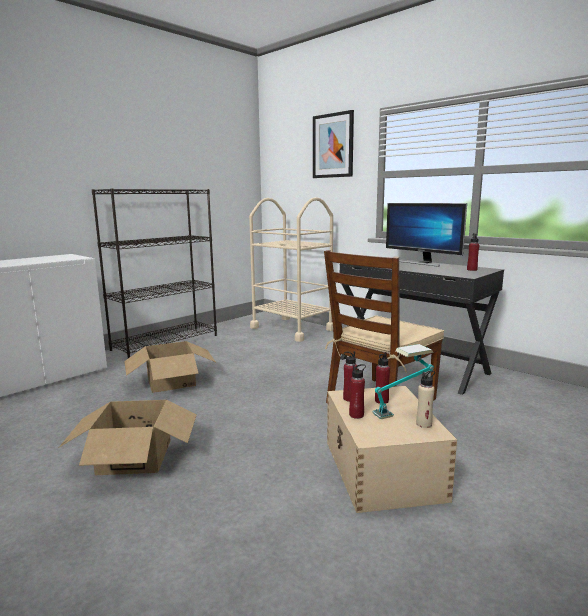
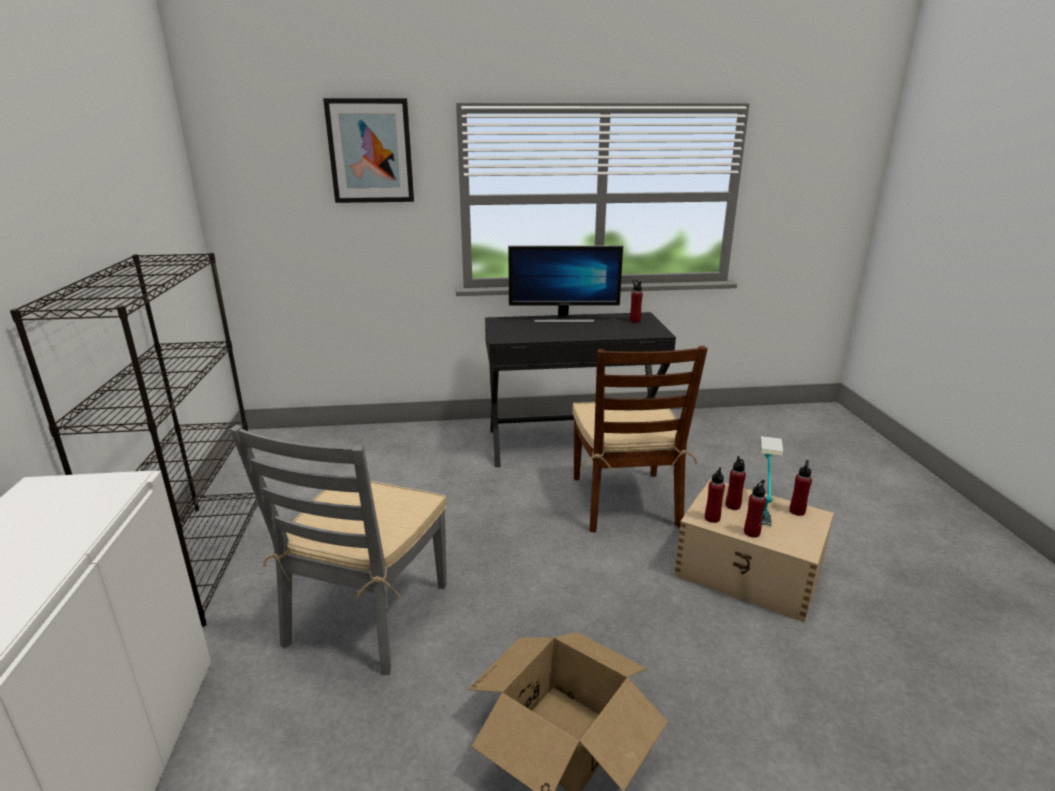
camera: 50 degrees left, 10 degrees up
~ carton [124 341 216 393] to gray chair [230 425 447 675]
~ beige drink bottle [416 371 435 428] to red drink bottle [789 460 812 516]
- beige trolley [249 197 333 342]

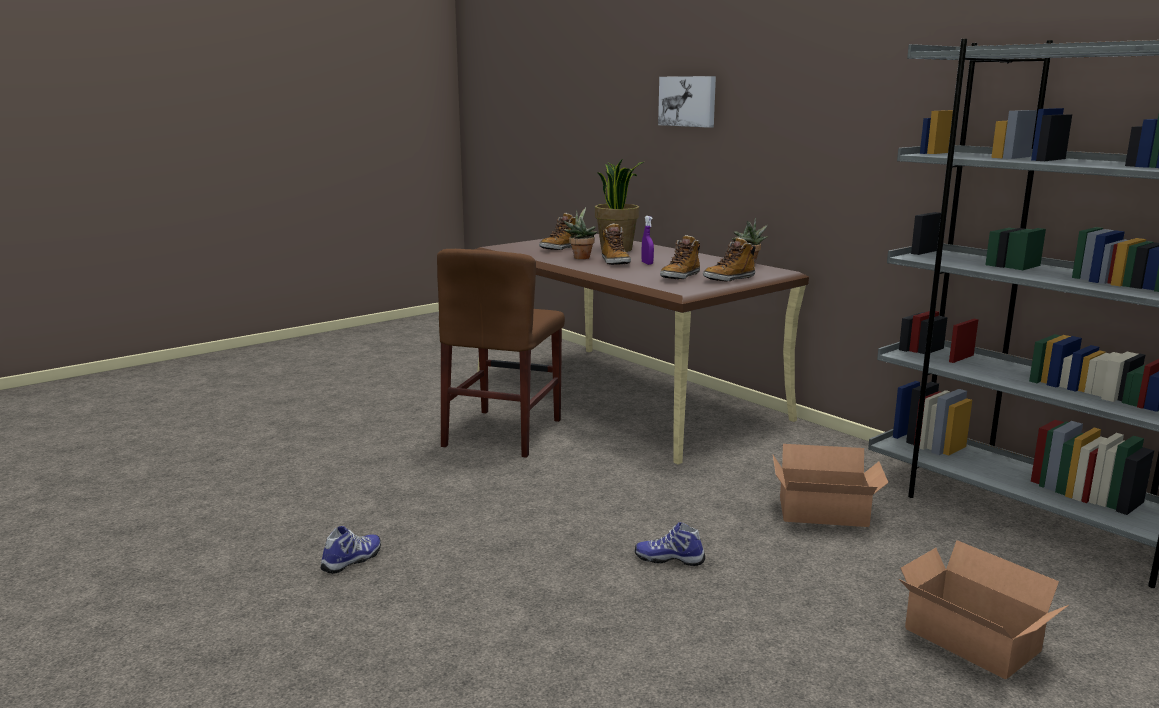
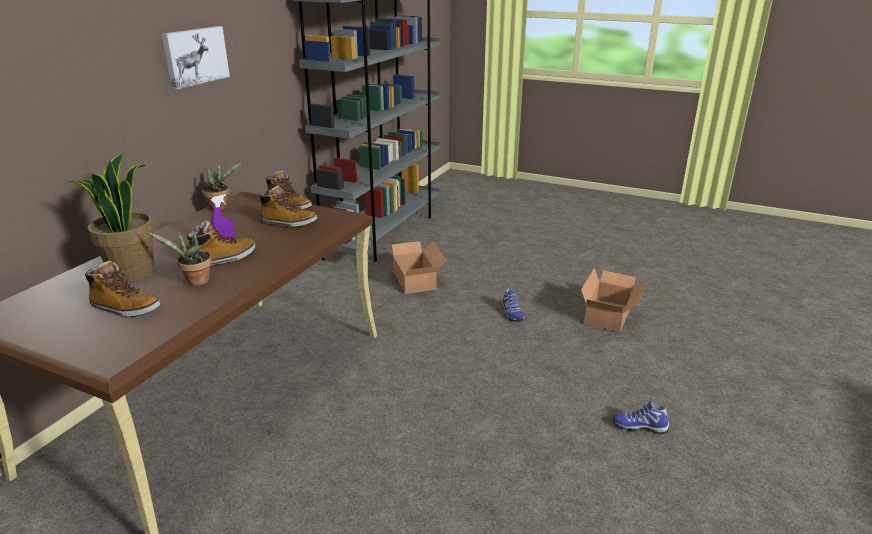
camera: 115 degrees left, 10 degrees up
~ wall art [658 76 716 128] to [161 26 230 89]
~ carton [899 540 1069 680] to [581 268 648 332]
- brown chair [437 249 565 458]

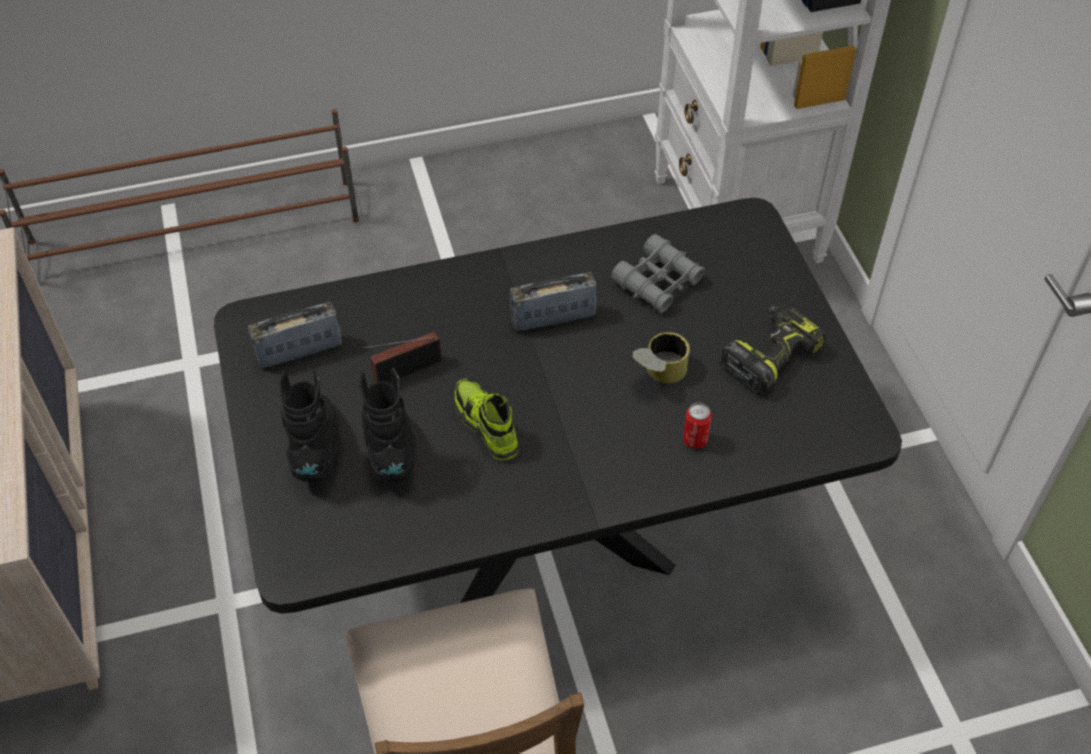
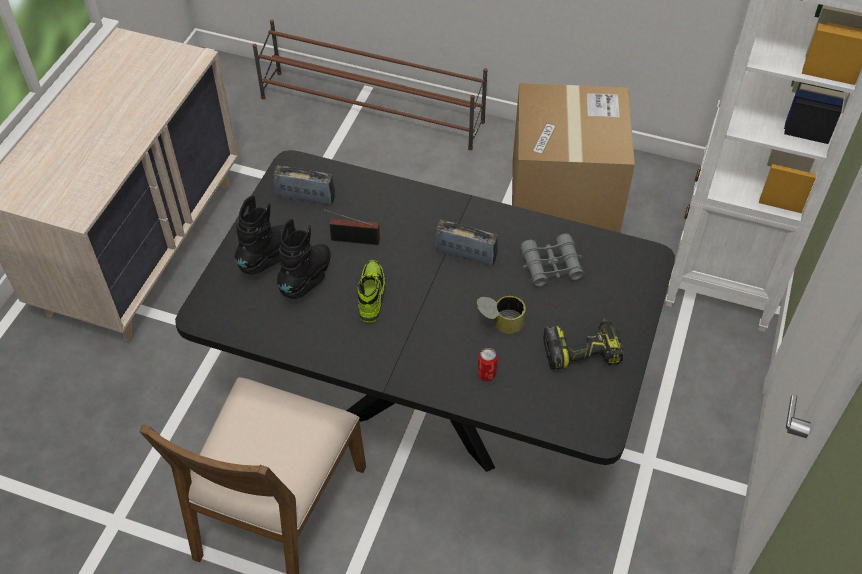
camera: 35 degrees right, 0 degrees up
+ carton [512 83 635 233]

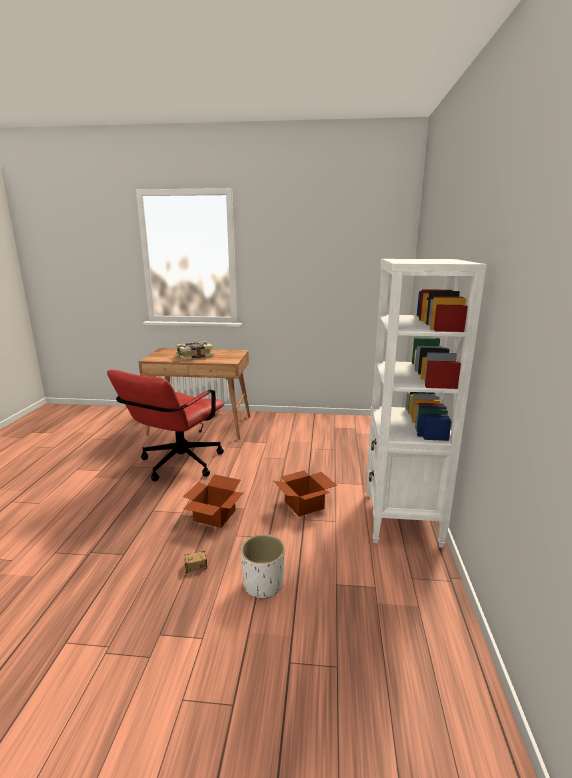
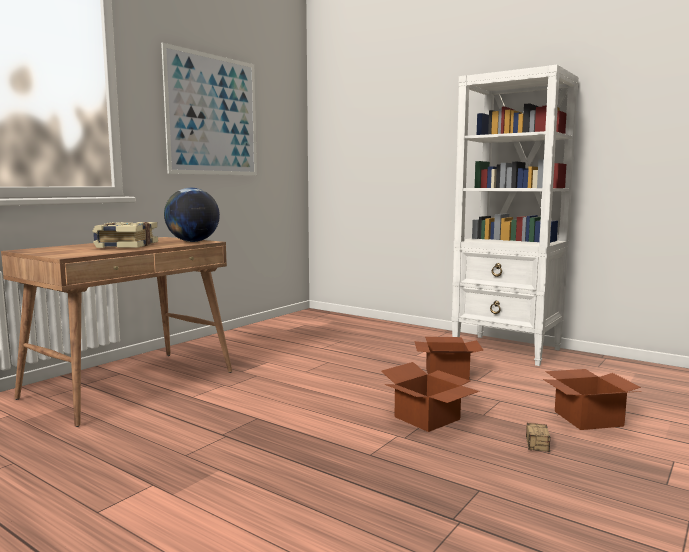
camera: 60 degrees left, 10 degrees down
+ wall art [161 43 257 175]
+ globe [164 188 220 242]
~ whitish flower pot [240 534 285 600] to carton [543 369 643 430]
- red desk chair [107 370 224 481]

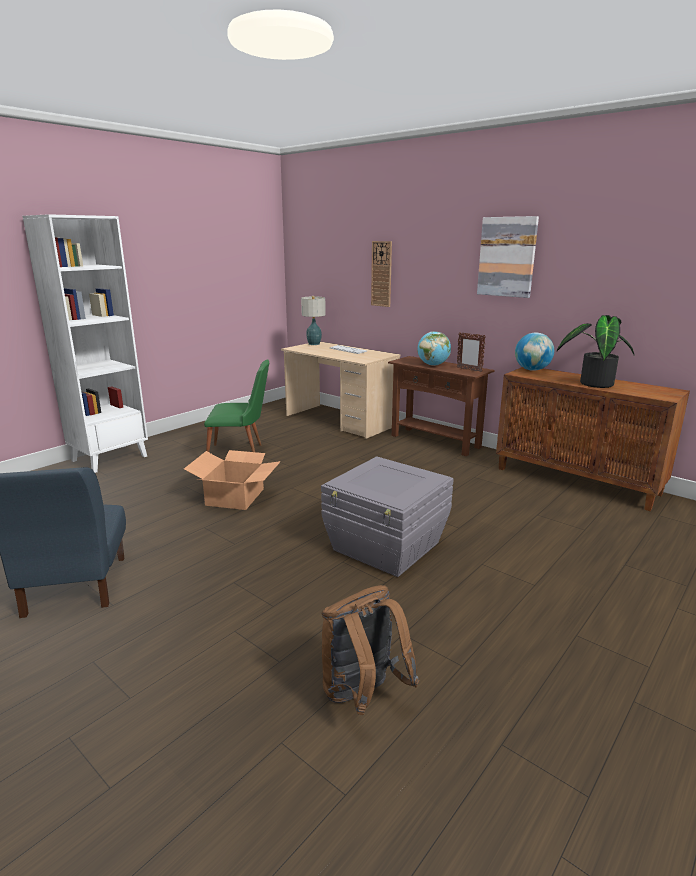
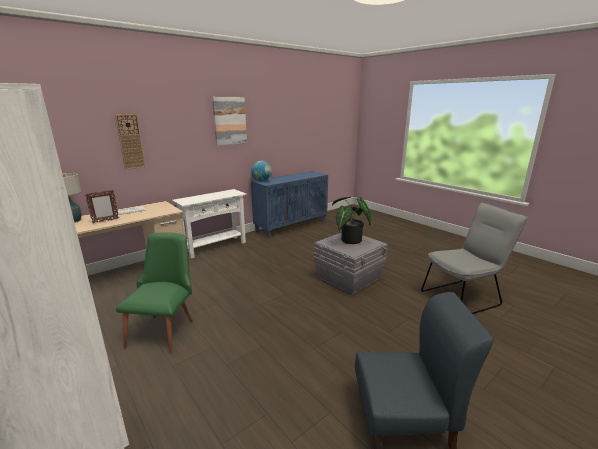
camera: 80 degrees left, 0 degrees up
~ standing frame [457 333 486 372] to [85 190 119 223]
~ brown hall table [388 356 495 456] to whitish hall table [172 189 247 259]
~ brown cupboard [496 367 690 511] to bluish cupboard [251 171 328 238]
~ potted plant [557 315 634 388] to [332 197 371 244]
~ brown backpack [322 585 419 715] to gray chair [421 202 528 314]
- carton [184 450 281 510]
- globe [417 332 451 366]

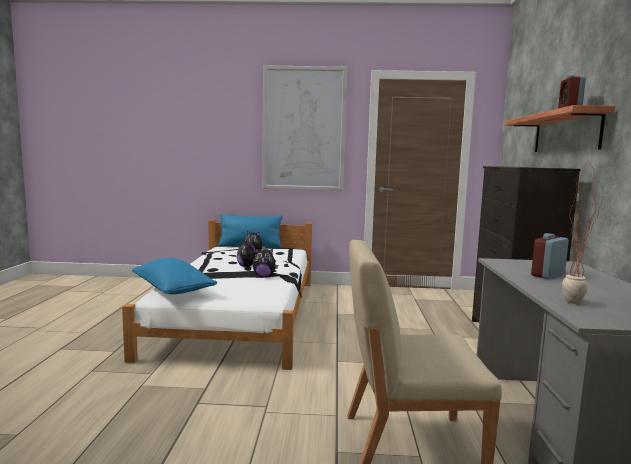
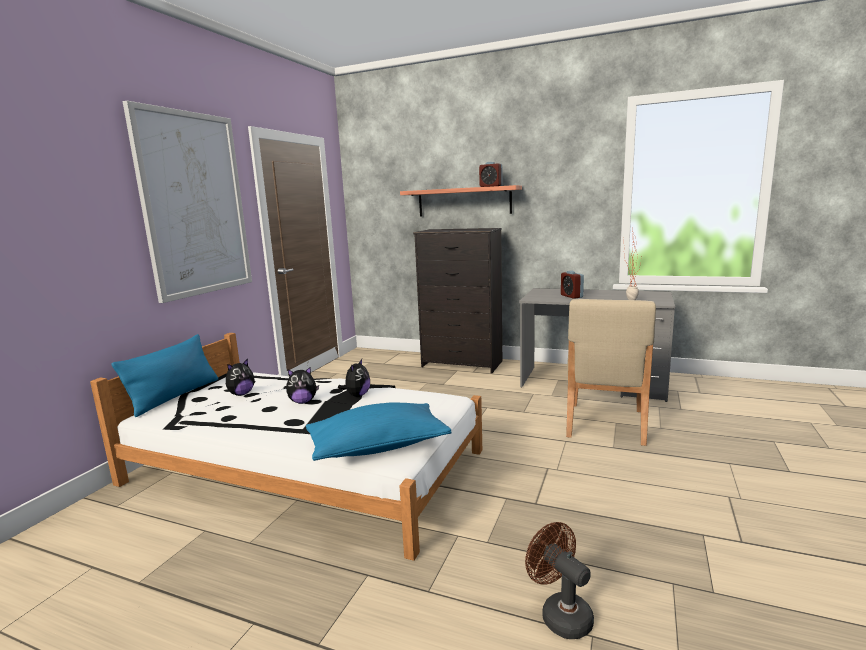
camera: 70 degrees left, 5 degrees up
+ brown fan [525 522 594 639]

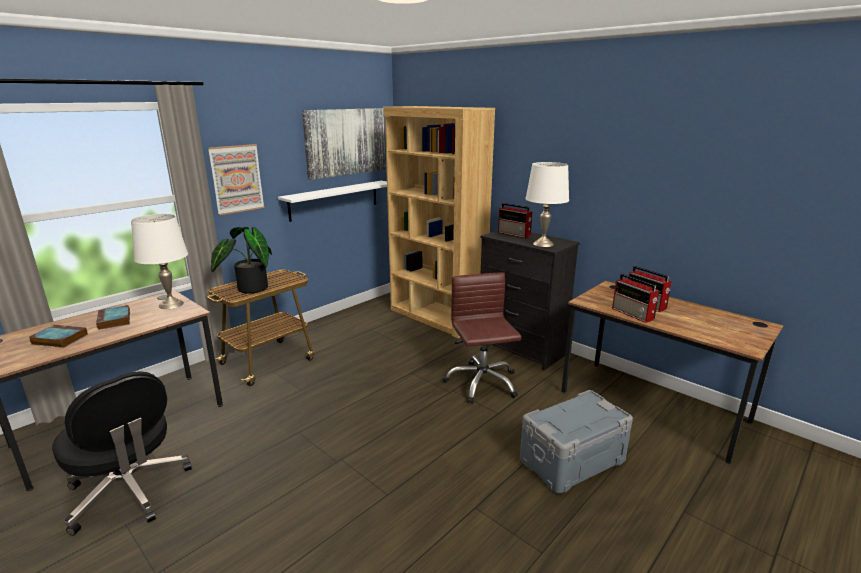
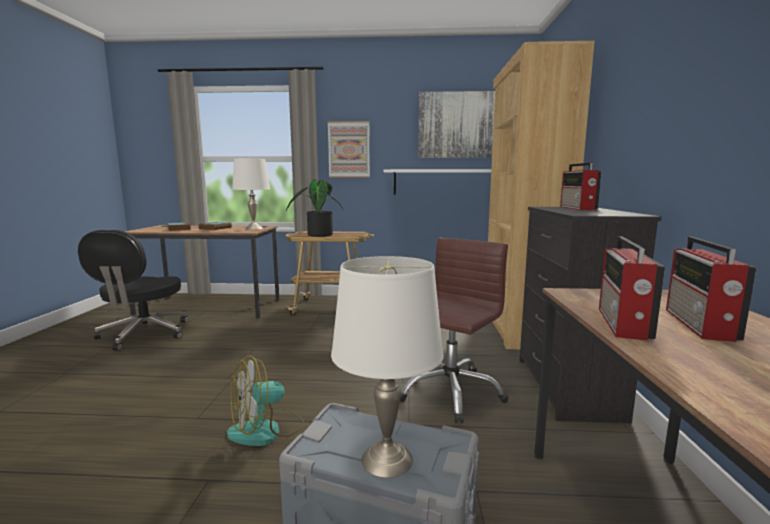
camera: 50 degrees right, 10 degrees down
+ fan [227 355 304 446]
~ whitish lamp for a table [525 162 569 247] to [331 256 444 478]

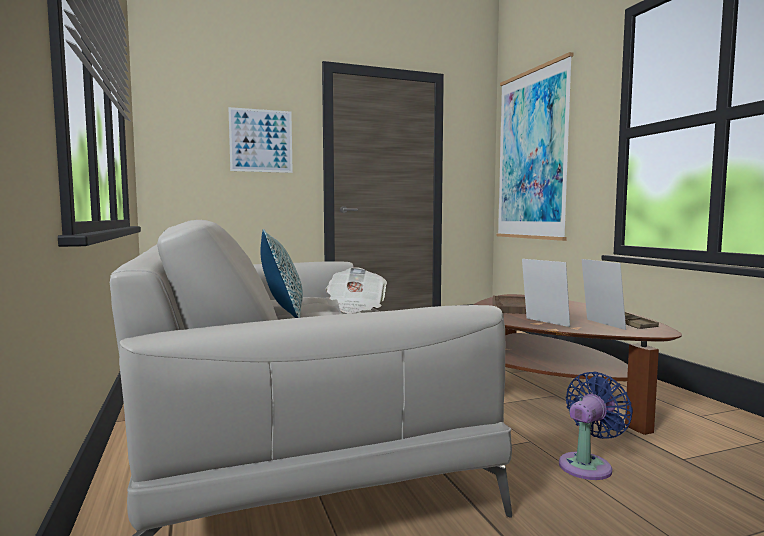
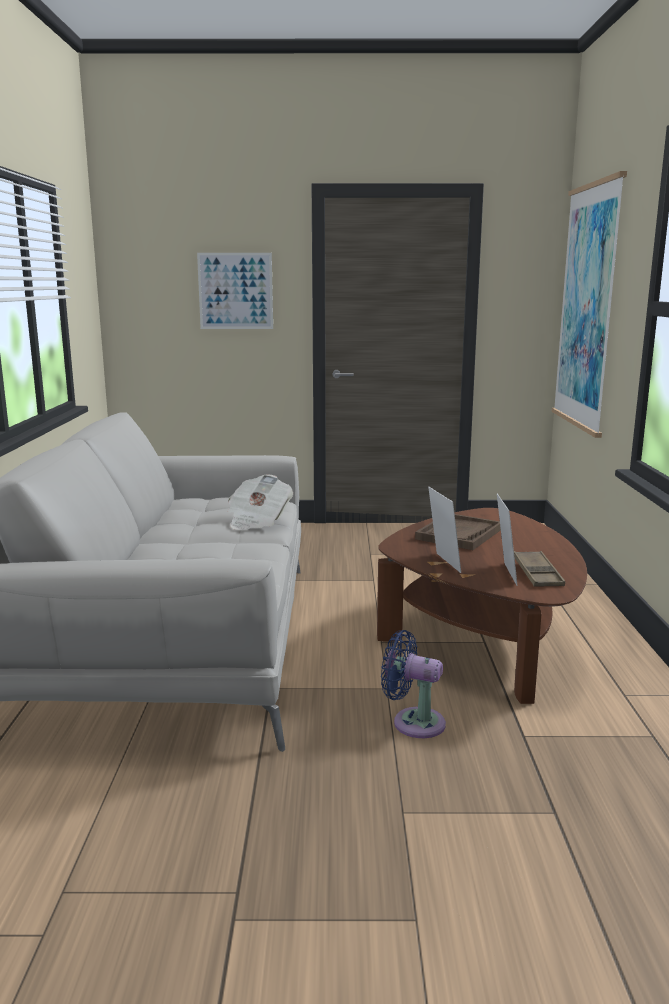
camera: 20 degrees right, 10 degrees up
~ bluish fan [559 371 633 480] = [381 630 446 738] 135 degrees counterclockwise
- throw pillow [260 229 303 318]

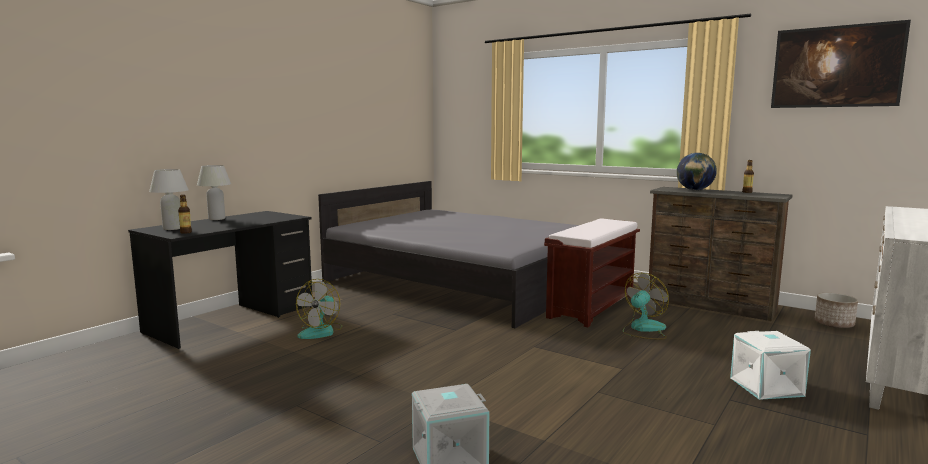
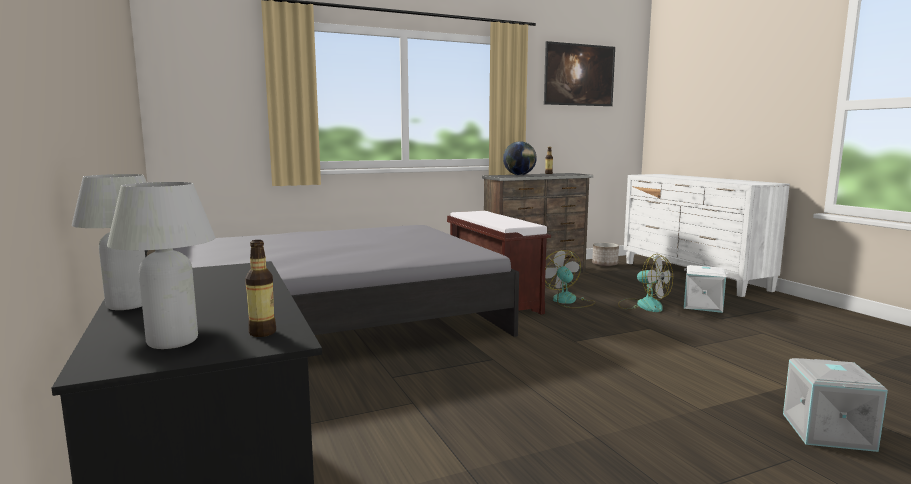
camera: 60 degrees left, 0 degrees up
~ fan [296 279 342 339] to [618 254 673 312]

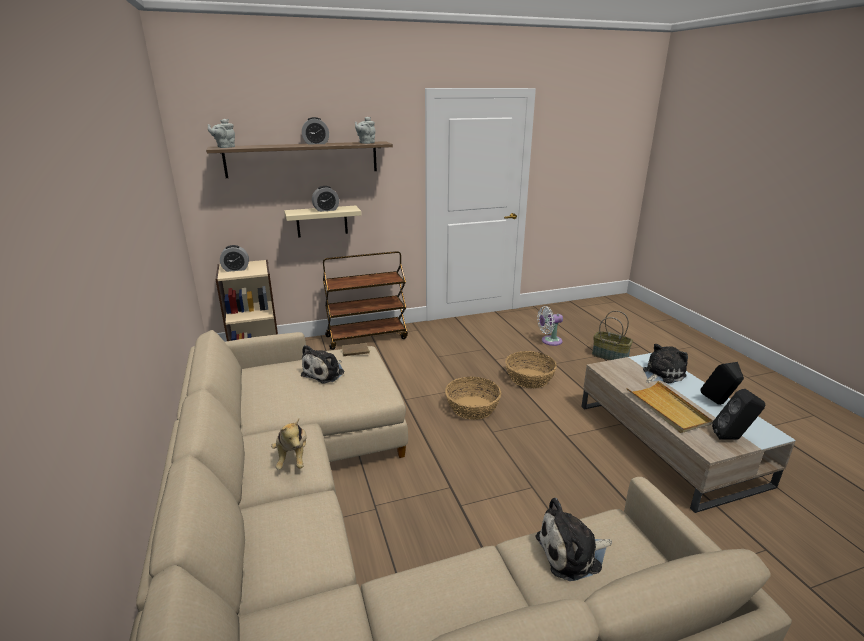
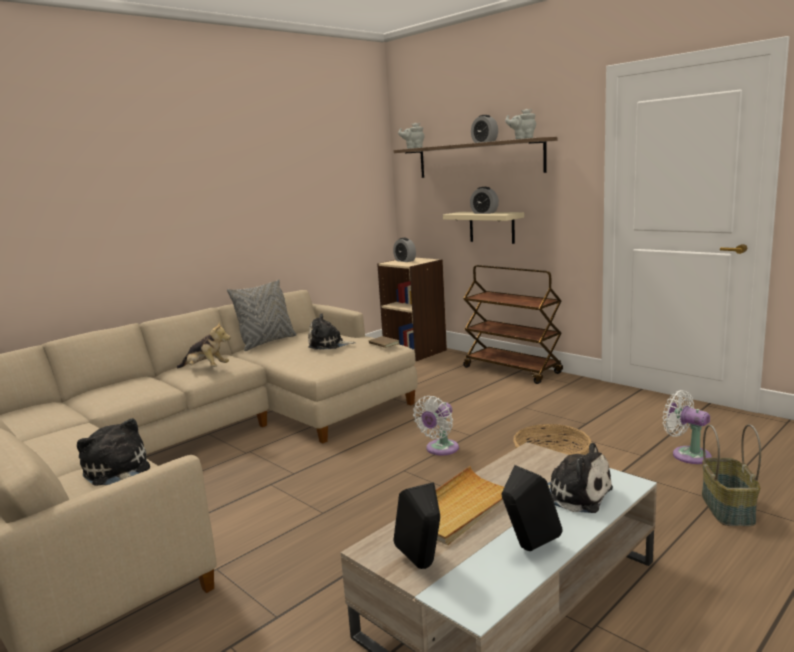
camera: 65 degrees right, 10 degrees down
~ plush toy [271 419 307 470] = [177 321 231 369] 120 degrees counterclockwise
+ gray throw pillow [227 279 297 351]
~ household basket [445 377 501 420] to whitish fan [413 396 459 455]

